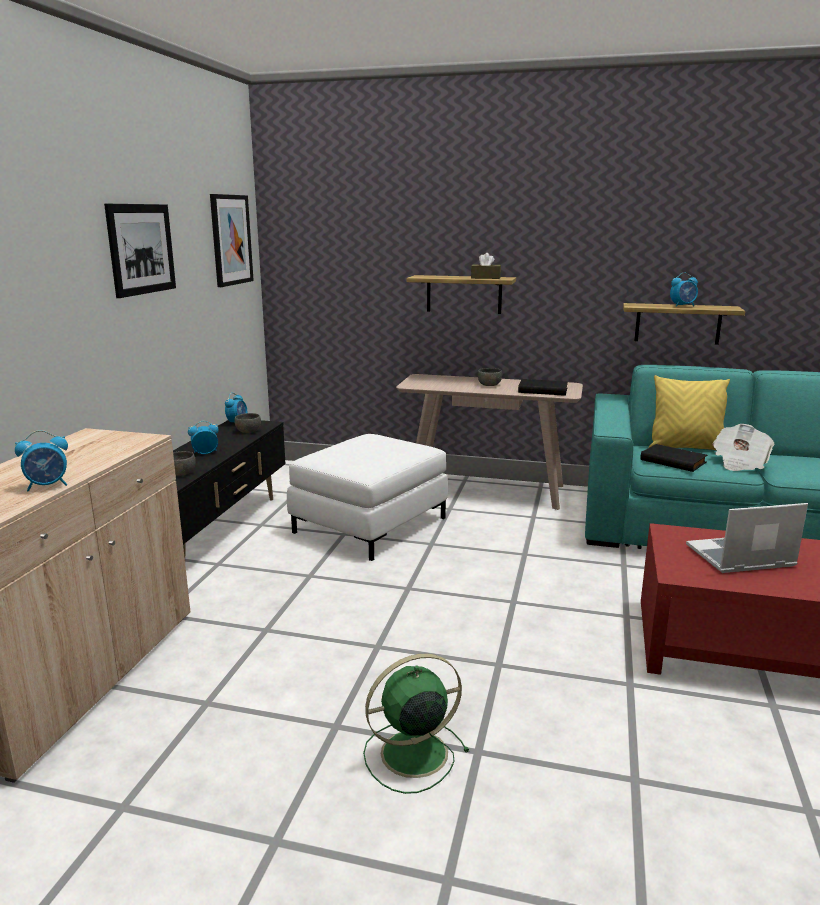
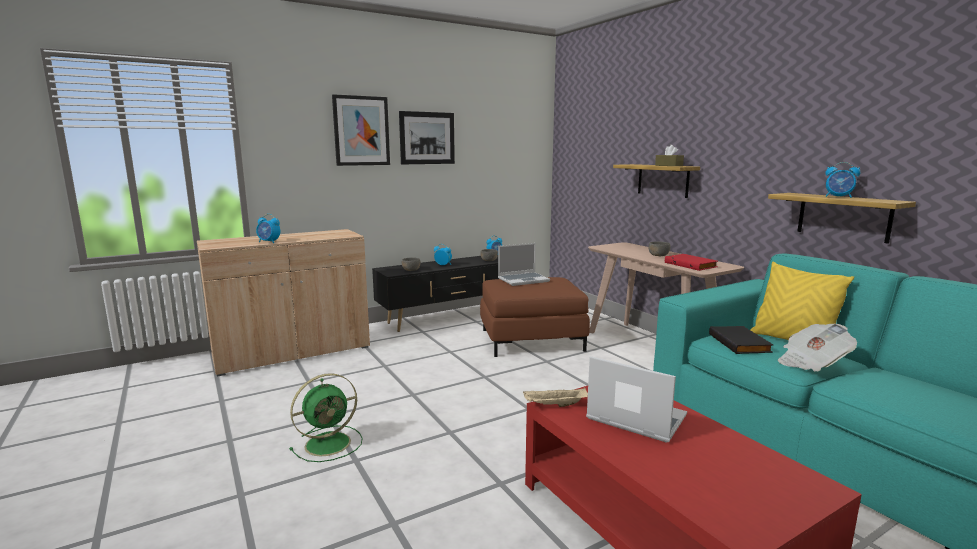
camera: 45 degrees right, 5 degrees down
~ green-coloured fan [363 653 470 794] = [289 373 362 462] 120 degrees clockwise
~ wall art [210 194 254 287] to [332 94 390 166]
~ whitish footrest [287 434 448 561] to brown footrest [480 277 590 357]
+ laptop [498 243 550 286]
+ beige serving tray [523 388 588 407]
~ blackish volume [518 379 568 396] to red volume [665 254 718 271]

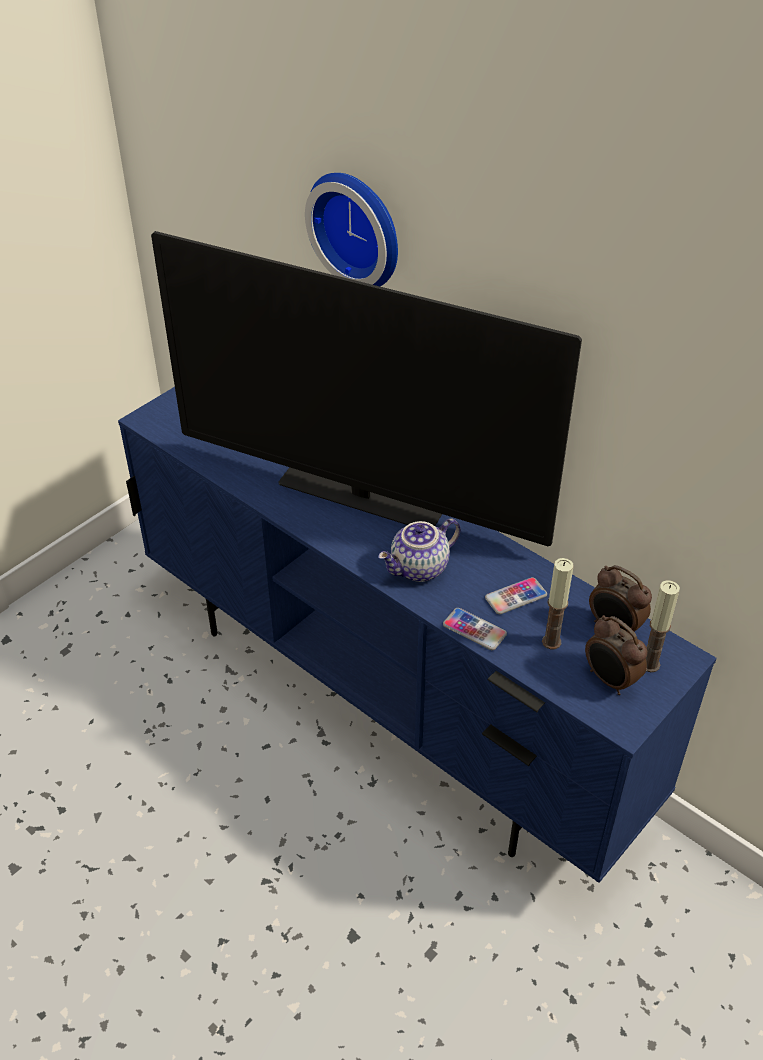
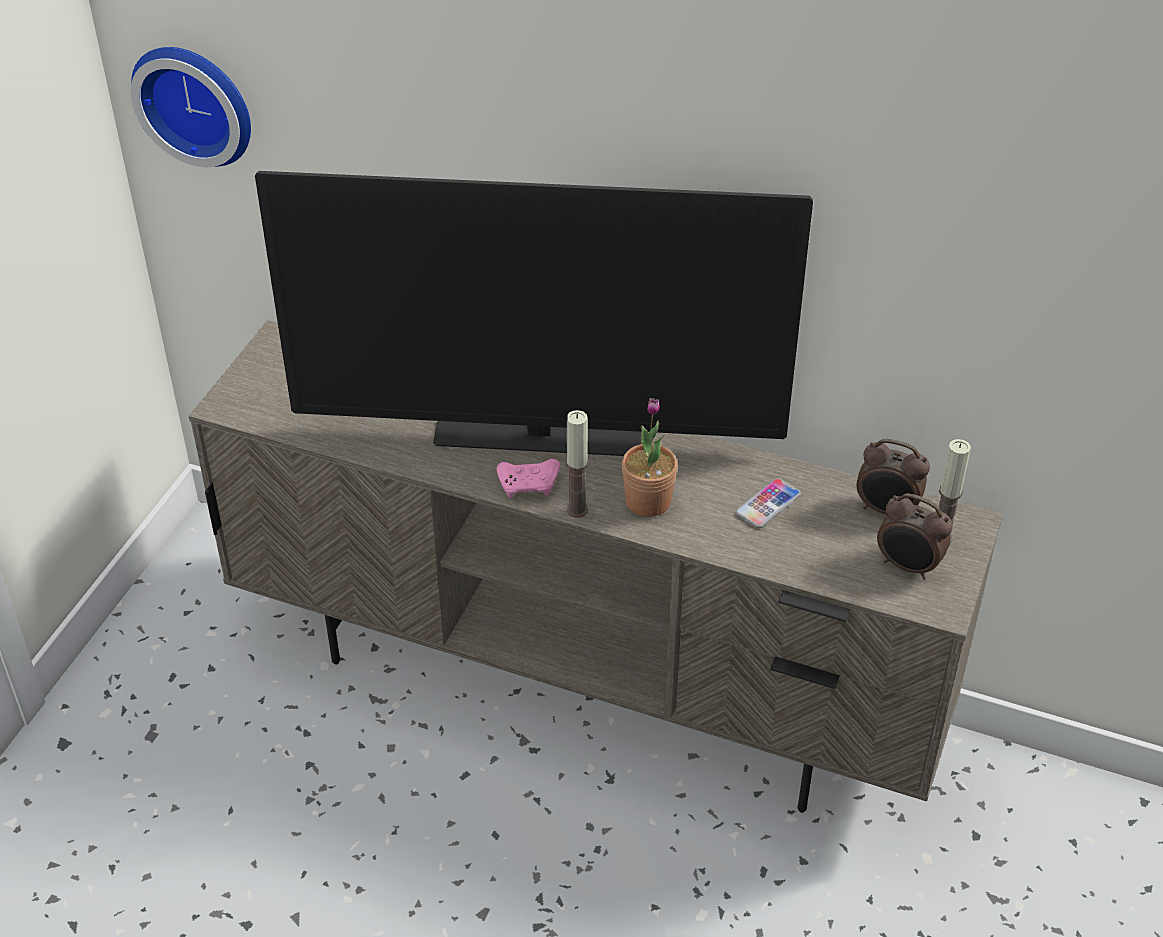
camera: 20 degrees left, 0 degrees up
~ clock on the wall [305 173 398 286] to [131 47 251 167]
~ bluish tv unit [118 387 717 883] to beige tv unit [189 320 1003 813]
+ pink joypad [497 459 560 498]
~ wax light [542 558 573 649] to [566 410 589 518]
~ teapot [378 518 460 582] to potted plant [622 398 678 517]
- handset [443 608 507 650]

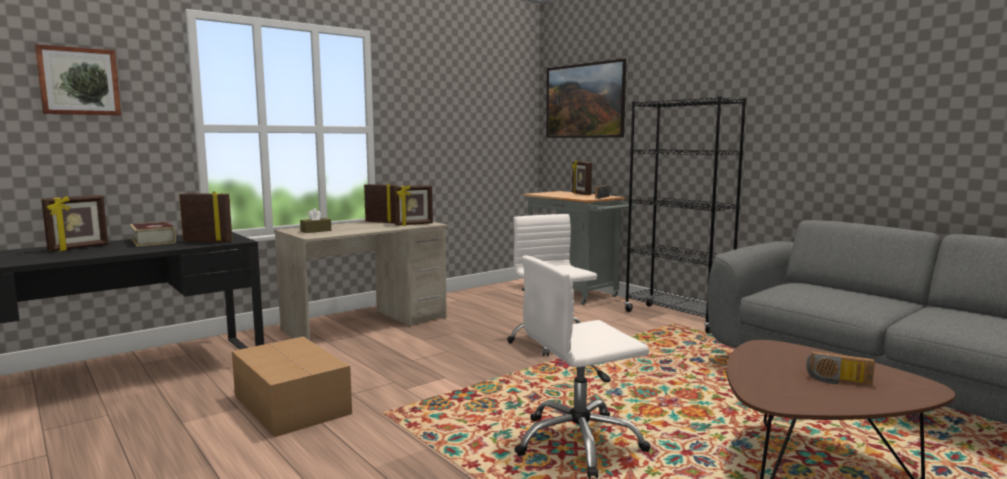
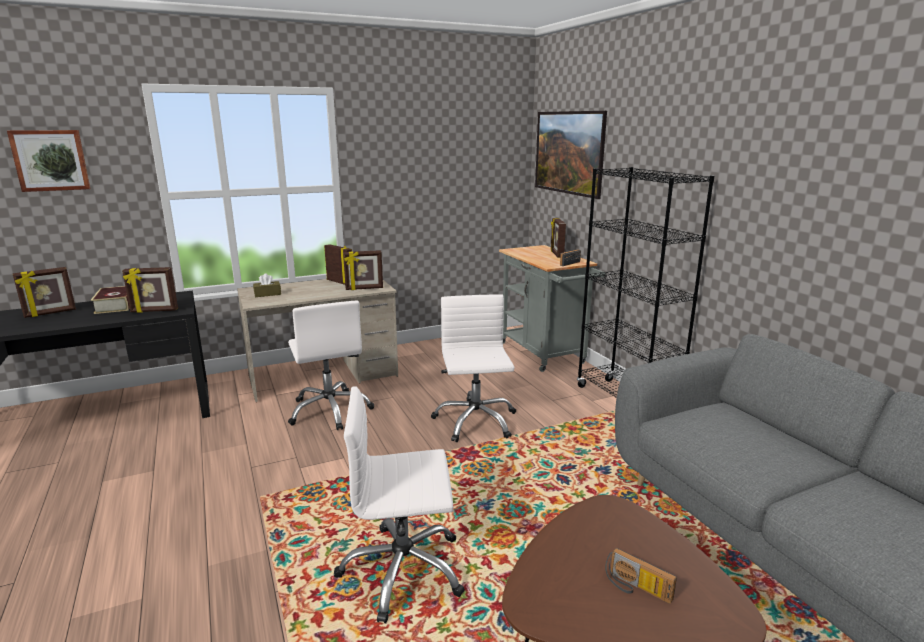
camera: 15 degrees right, 10 degrees up
~ standing frame [179 192 233 243] = [122 267 178 313] 150 degrees clockwise
+ whitish desk chair [288 301 374 430]
- carton [232 336 352 437]

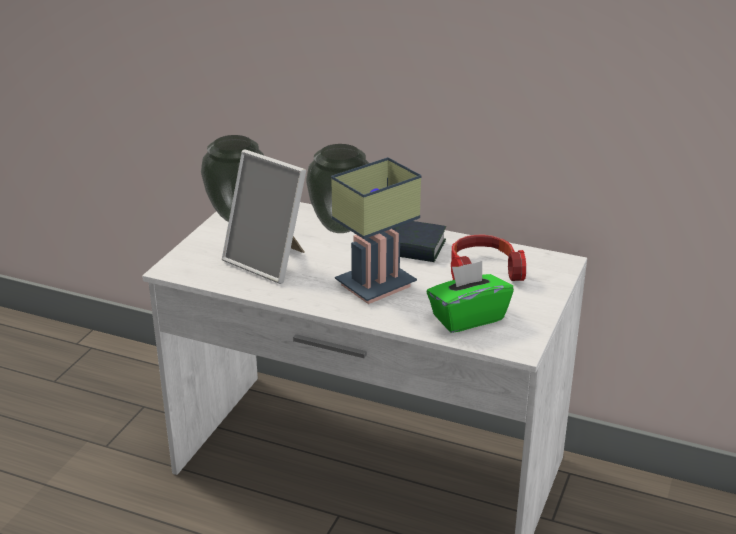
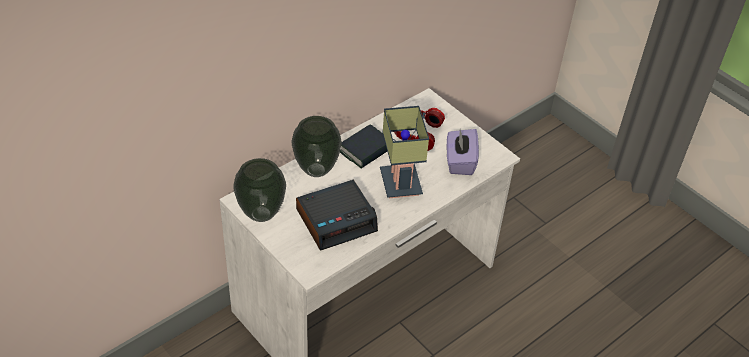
camera: 65 degrees left, 15 degrees up
~ standing frame [222 150 306 284] to bedside clock [296 180 378 251]
~ green-coloured box of tissues [427 261 514 333] to purplish box of tissues [447 129 479 175]

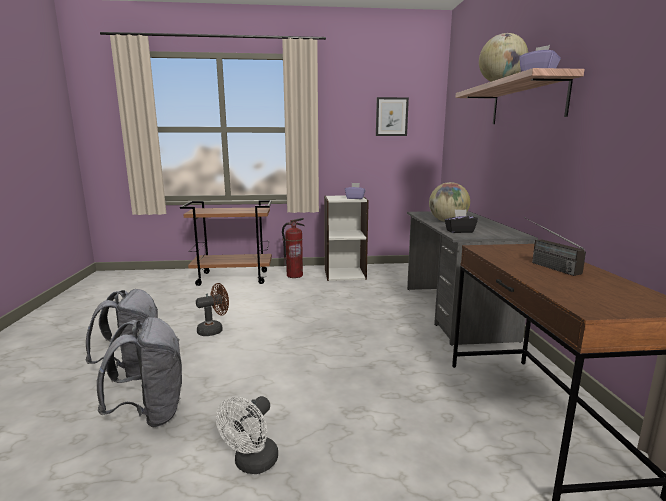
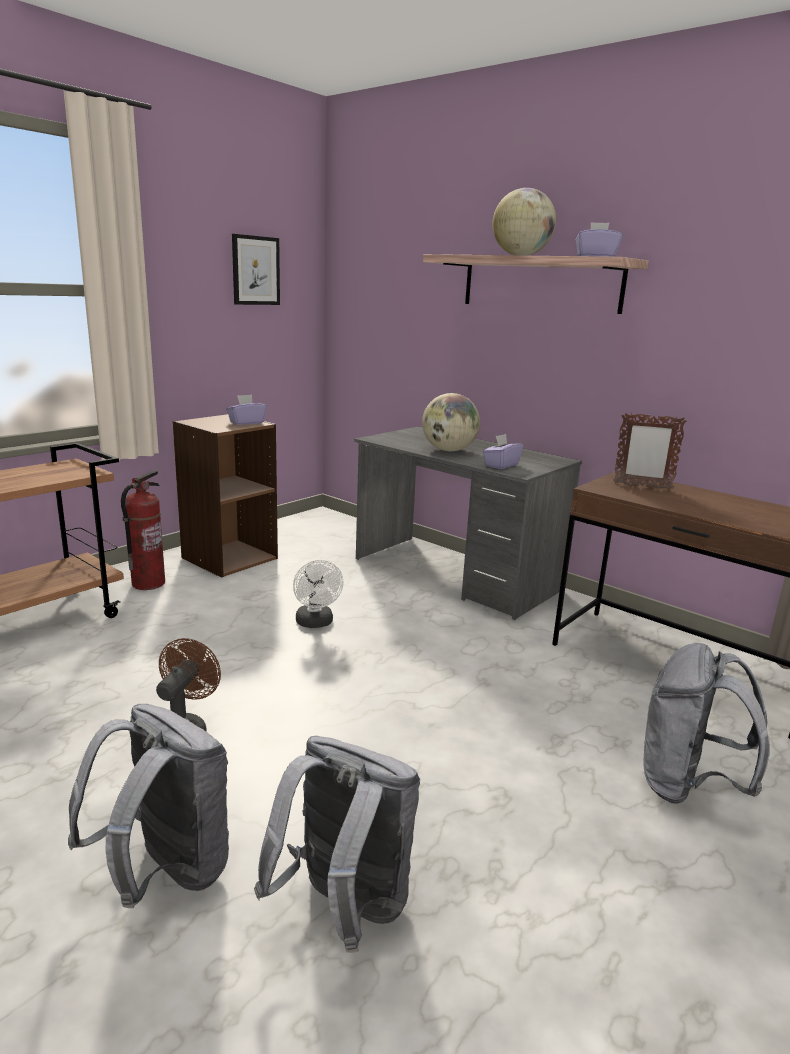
camera: 45 degrees left, 5 degrees up
~ whitish bookcase [324 196 369 281] to brown bookcase [173 414 278 578]
~ whitish fan [216 396 278 474] to [293 560 344 628]
~ blackish box of tissues [445 209 478 233] to purplish box of tissues [483 434 524 469]
+ standing frame [613 413 686 490]
+ gray backpack [644 643 770 804]
- radio set [524 217 586 276]

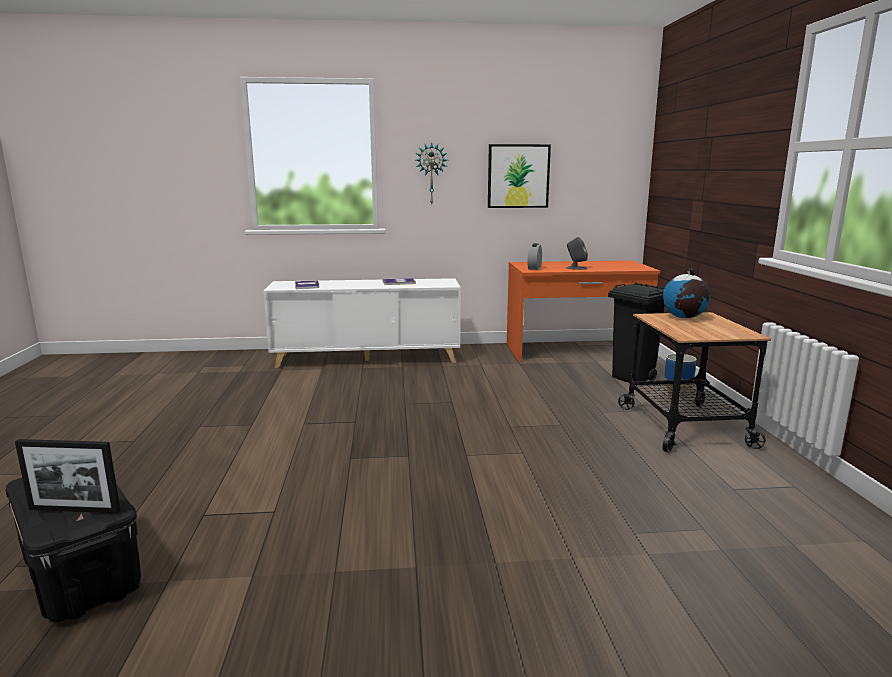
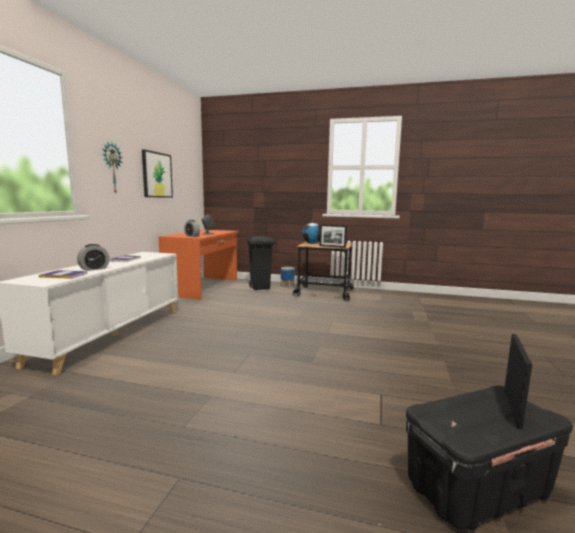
camera: 70 degrees left, 5 degrees down
+ bedside clock [77 244 110 271]
+ standing frame [320 224 347 248]

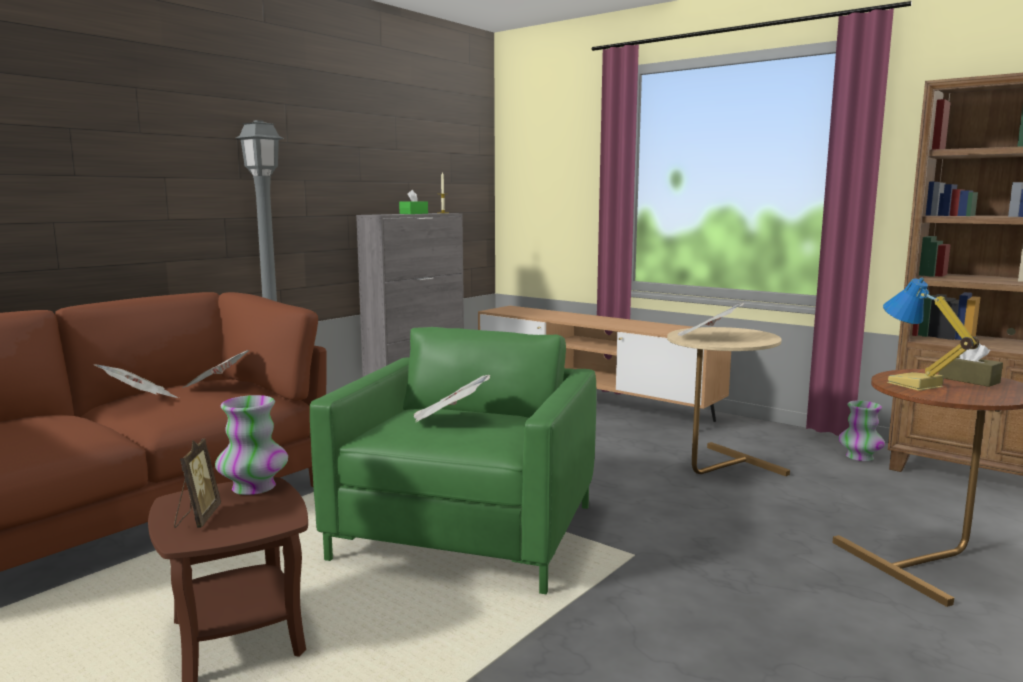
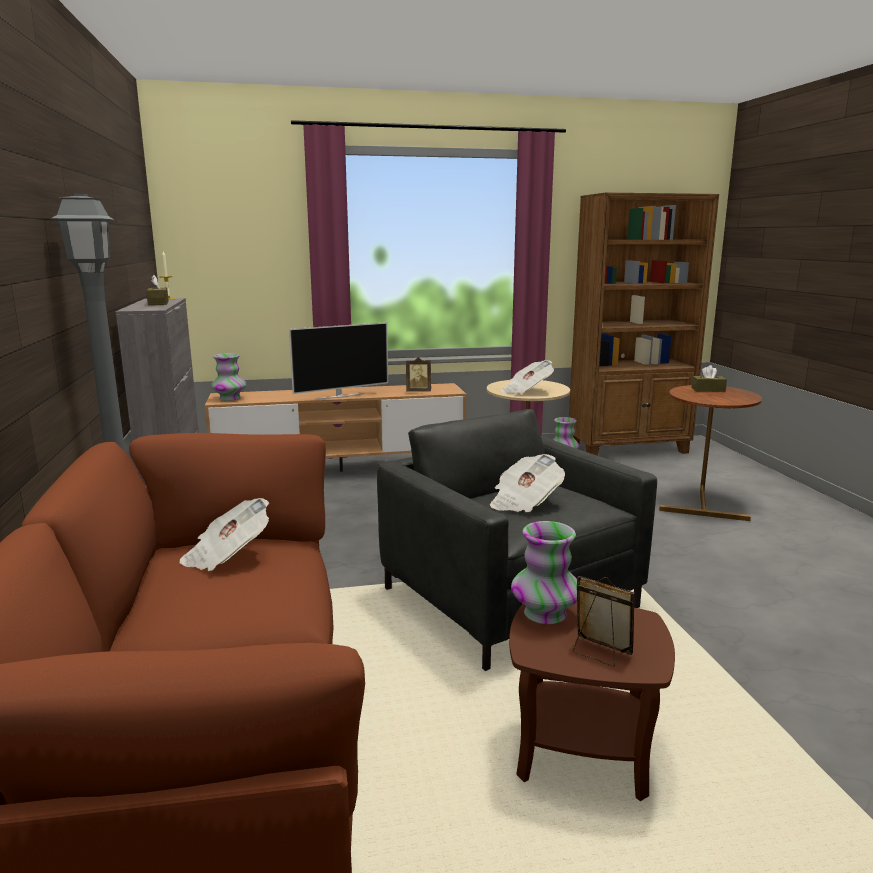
camera: 50 degrees left, 5 degrees up
~ green-coloured box of tissues [399 190 428 214] to brown box of tissues [146 275 169 305]
+ decorative vase [211 353 247 401]
+ television [289 322 388 400]
~ green-coloured easy chair [310 327 596 594] to gray easy chair [377 409 657 671]
+ standing frame [406 357 431 392]
- daily paper [93 364 179 398]
- lamp for a table [883 277 979 391]

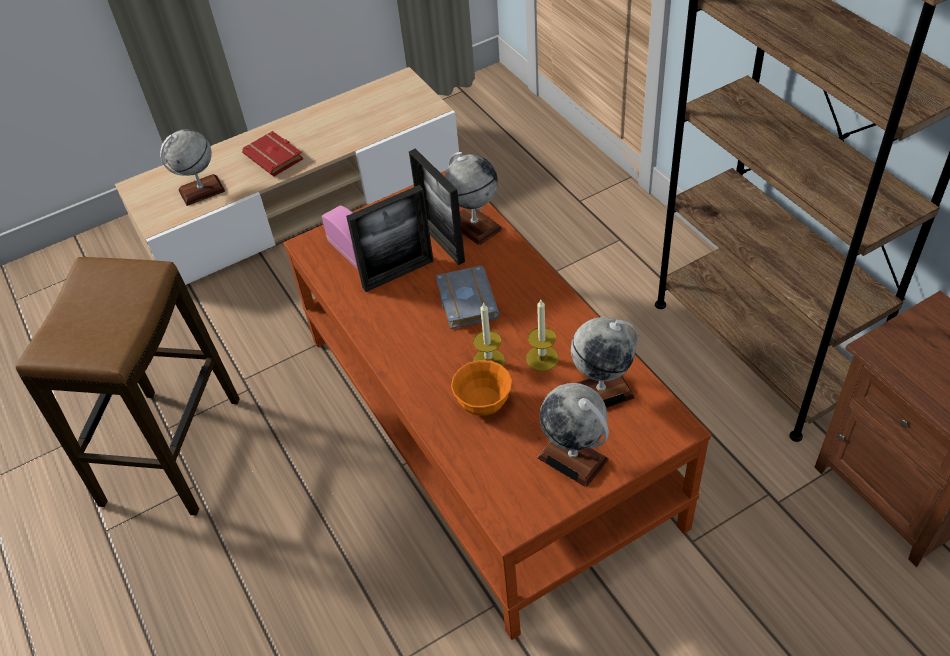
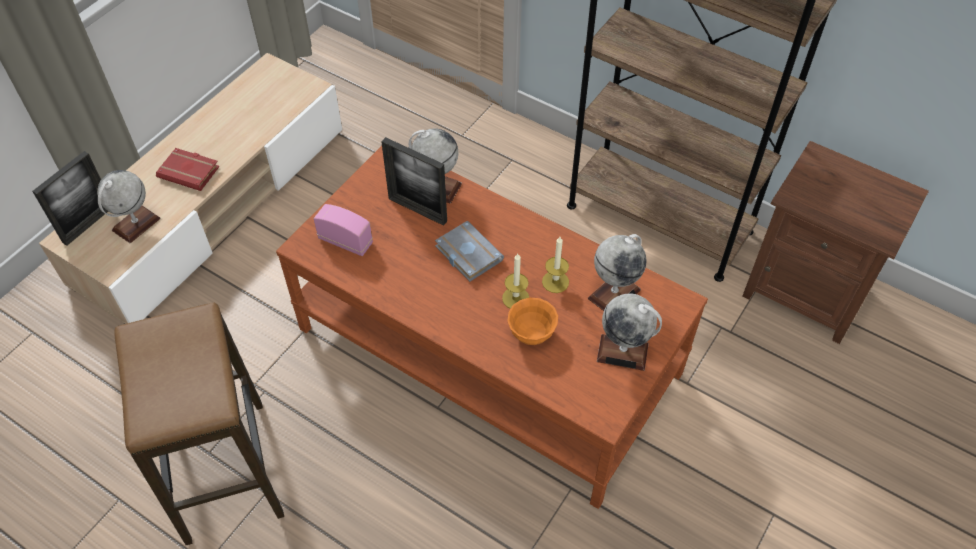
camera: 30 degrees left, 5 degrees up
~ standing frame [346 185 434 292] to [32 151 108 246]

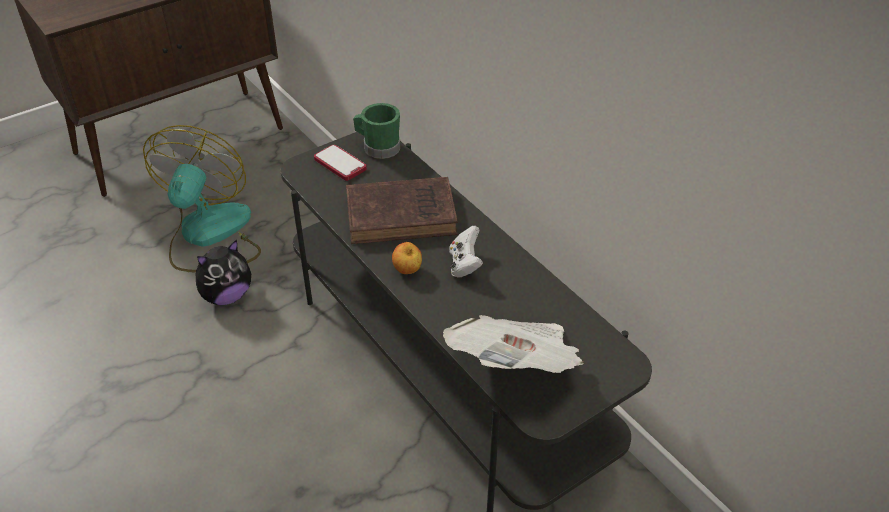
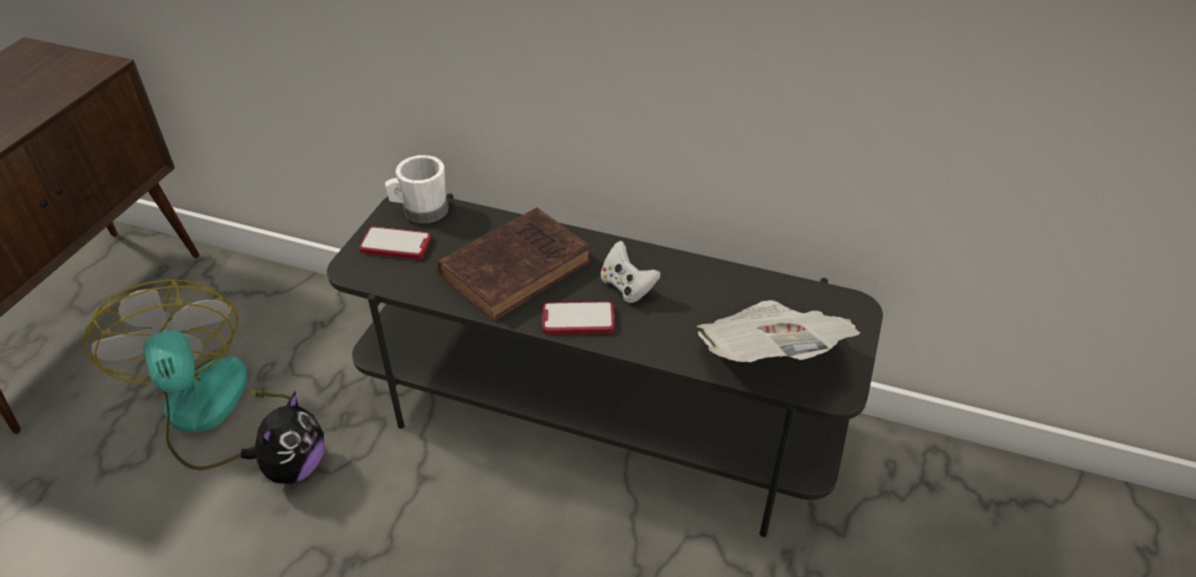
camera: 35 degrees left, 0 degrees up
~ green-coloured mug [353 103 401 159] to whitish mug [385 155 449 223]
~ apple fruit [392 242 422 274] to handset [542 302 614 334]

